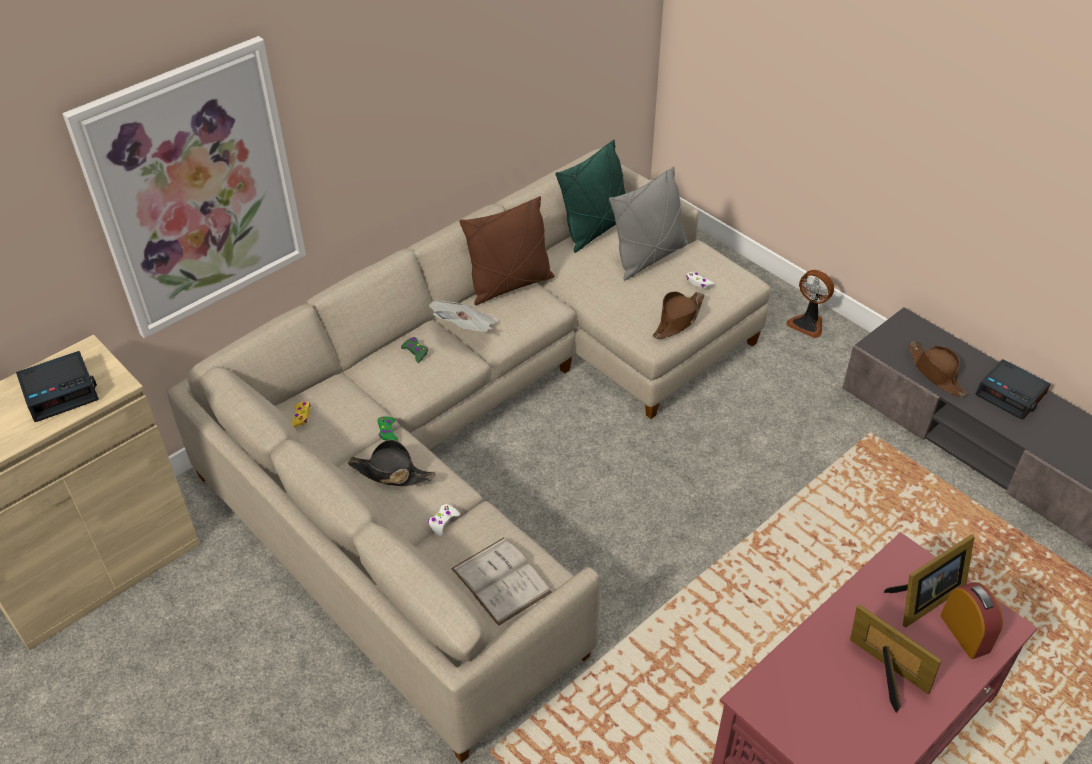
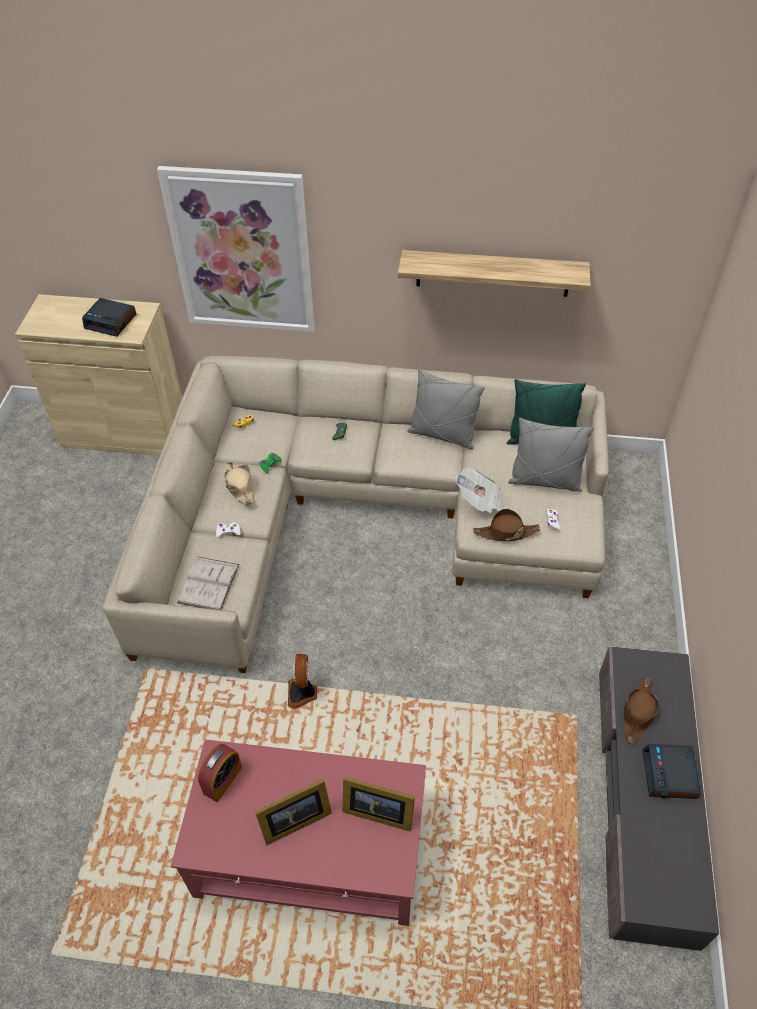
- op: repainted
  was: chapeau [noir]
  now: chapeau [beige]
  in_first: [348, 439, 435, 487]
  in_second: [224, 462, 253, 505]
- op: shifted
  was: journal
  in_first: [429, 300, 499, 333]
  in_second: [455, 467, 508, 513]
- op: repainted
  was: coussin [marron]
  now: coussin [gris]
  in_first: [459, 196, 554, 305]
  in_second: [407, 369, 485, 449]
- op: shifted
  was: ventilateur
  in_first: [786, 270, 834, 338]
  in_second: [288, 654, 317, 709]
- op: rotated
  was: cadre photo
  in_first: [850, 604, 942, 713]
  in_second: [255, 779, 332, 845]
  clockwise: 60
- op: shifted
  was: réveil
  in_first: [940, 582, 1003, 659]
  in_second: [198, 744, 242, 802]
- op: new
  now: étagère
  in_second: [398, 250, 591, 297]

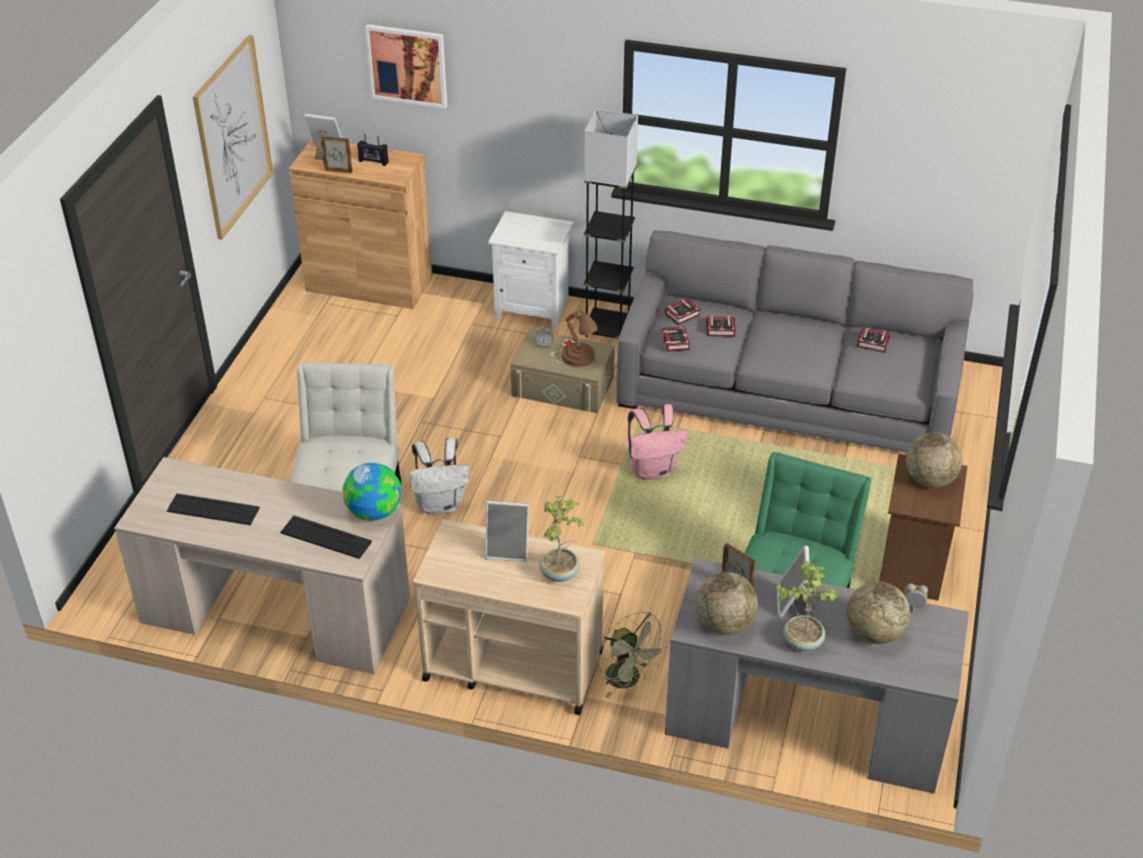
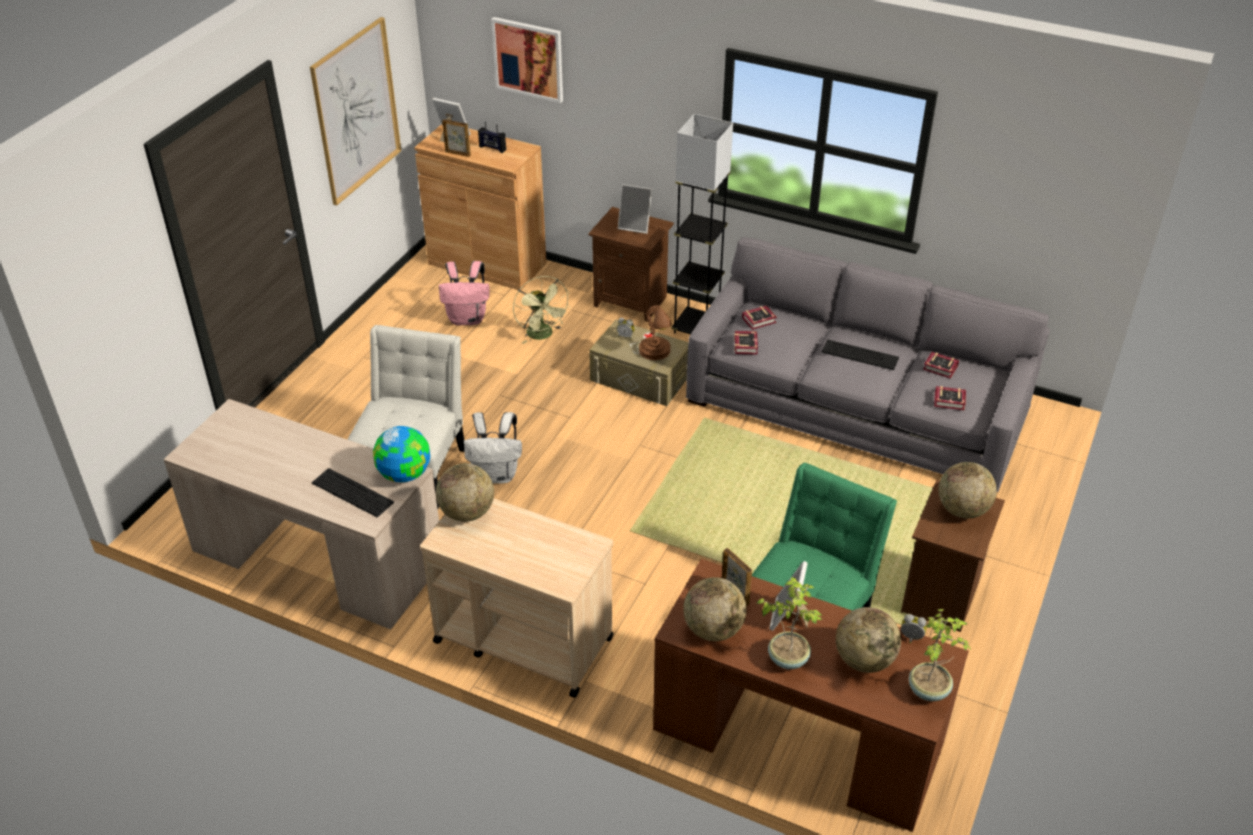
- op: shifted
  was: clavier
  in_first: [167, 494, 260, 525]
  in_second: [822, 340, 899, 370]
- op: shifted
  was: cadre photo
  in_first: [485, 501, 529, 562]
  in_second: [618, 184, 652, 234]
- op: repainted
  was: table de chevet [blanc]
  now: table de chevet [marron]
  in_first: [488, 211, 574, 328]
  in_second: [588, 207, 674, 322]
- op: shifted
  was: plante en pot
  in_first: [539, 496, 585, 582]
  in_second: [909, 609, 971, 701]
- op: shifted
  was: ventilateur [vert]
  in_first: [598, 612, 668, 698]
  in_second: [513, 276, 571, 344]
- op: shifted
  was: sac à dos [rose]
  in_first: [628, 404, 688, 480]
  in_second: [439, 261, 490, 325]
- op: repainted
  was: bureau [gris]
  now: bureau [marron]
  in_first: [665, 558, 969, 794]
  in_second: [653, 559, 969, 832]
- op: shifted
  was: livre
  in_first: [706, 316, 736, 337]
  in_second: [934, 386, 966, 410]
- op: new
  now: globe
  in_second: [436, 463, 494, 522]

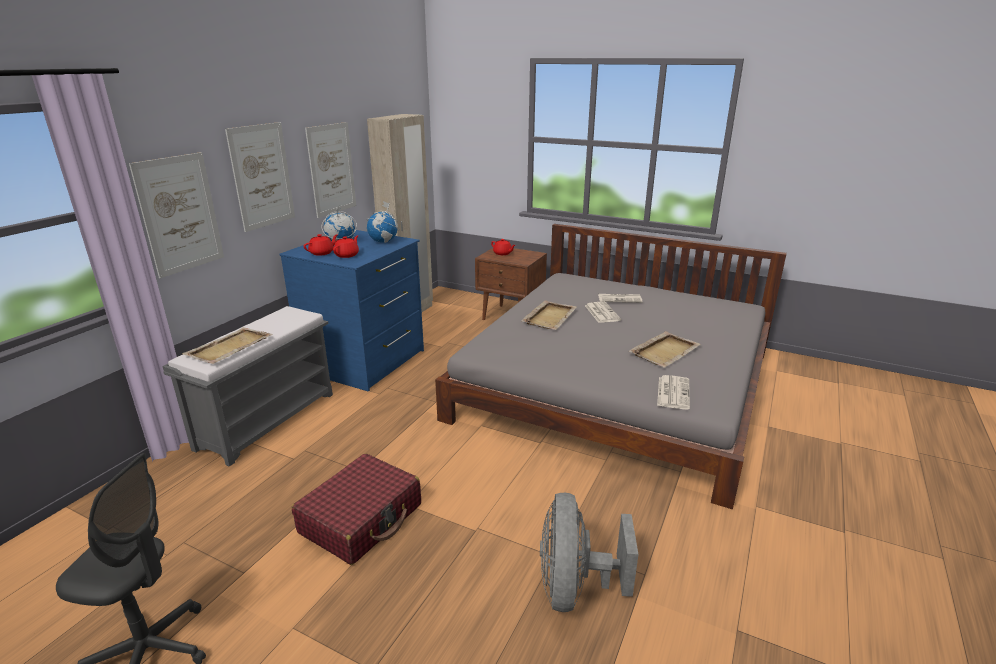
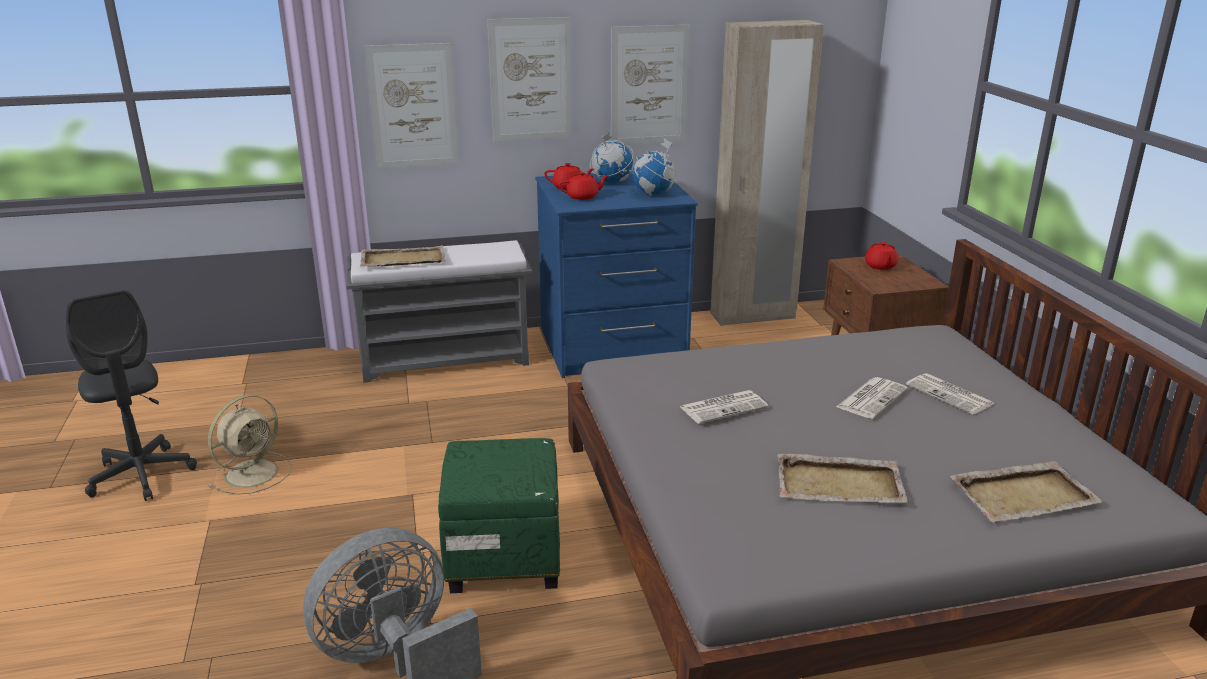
- op: gone
  was: valise [rouge]
  in_first: [292, 453, 421, 565]
- op: shifted
  was: plateau [beige]
  in_first: [522, 300, 577, 330]
  in_second: [950, 461, 1103, 522]
- op: shifted
  was: journal
  in_first: [657, 375, 690, 409]
  in_second: [680, 390, 769, 424]
- op: new
  now: ventilateur [beige]
  in_second: [208, 395, 292, 495]
- op: new
  now: pouf [vert]
  in_second: [438, 438, 560, 593]

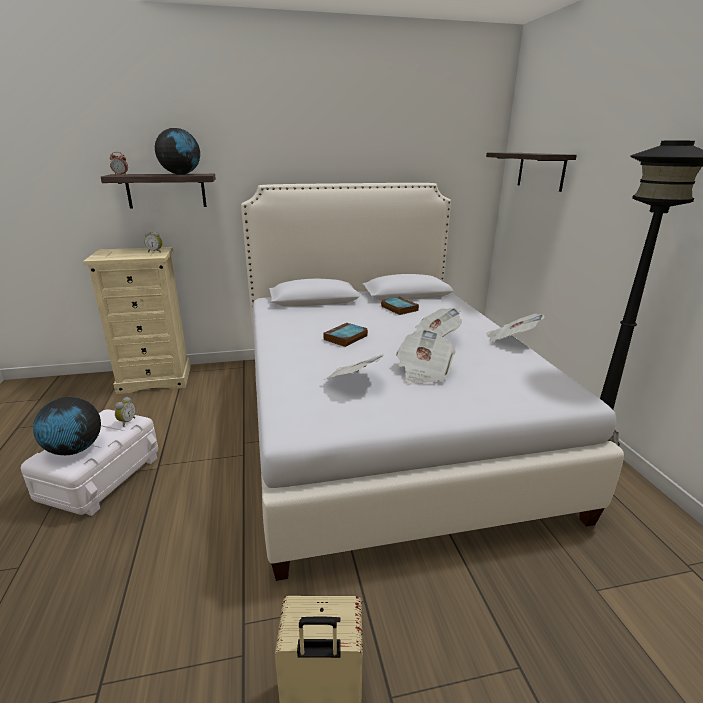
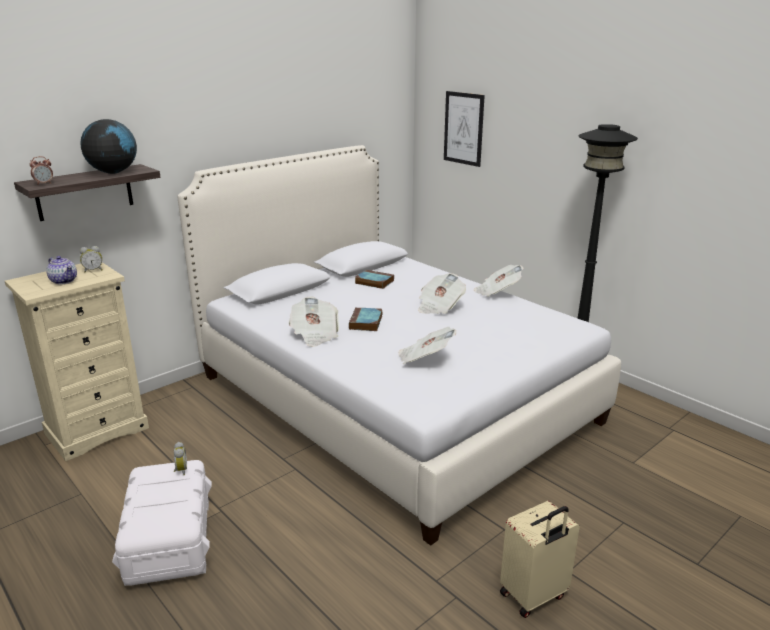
- op: gone
  was: globe
  in_first: [33, 397, 101, 455]
- op: shifted
  was: journal
  in_first: [396, 329, 456, 385]
  in_second: [288, 297, 339, 347]
- op: swapped
  was: étagère
  now: tableau
  in_first: [486, 153, 577, 192]
  in_second: [444, 91, 485, 167]
- op: new
  now: théière
  in_second: [46, 256, 77, 284]

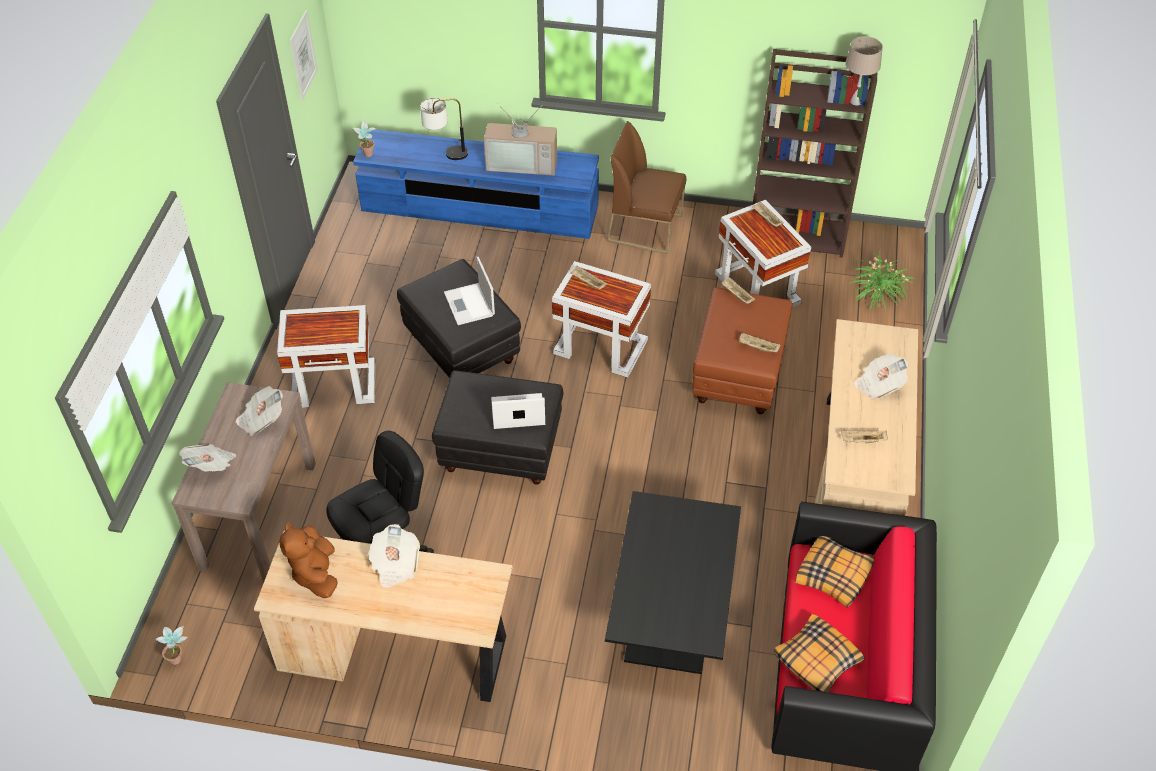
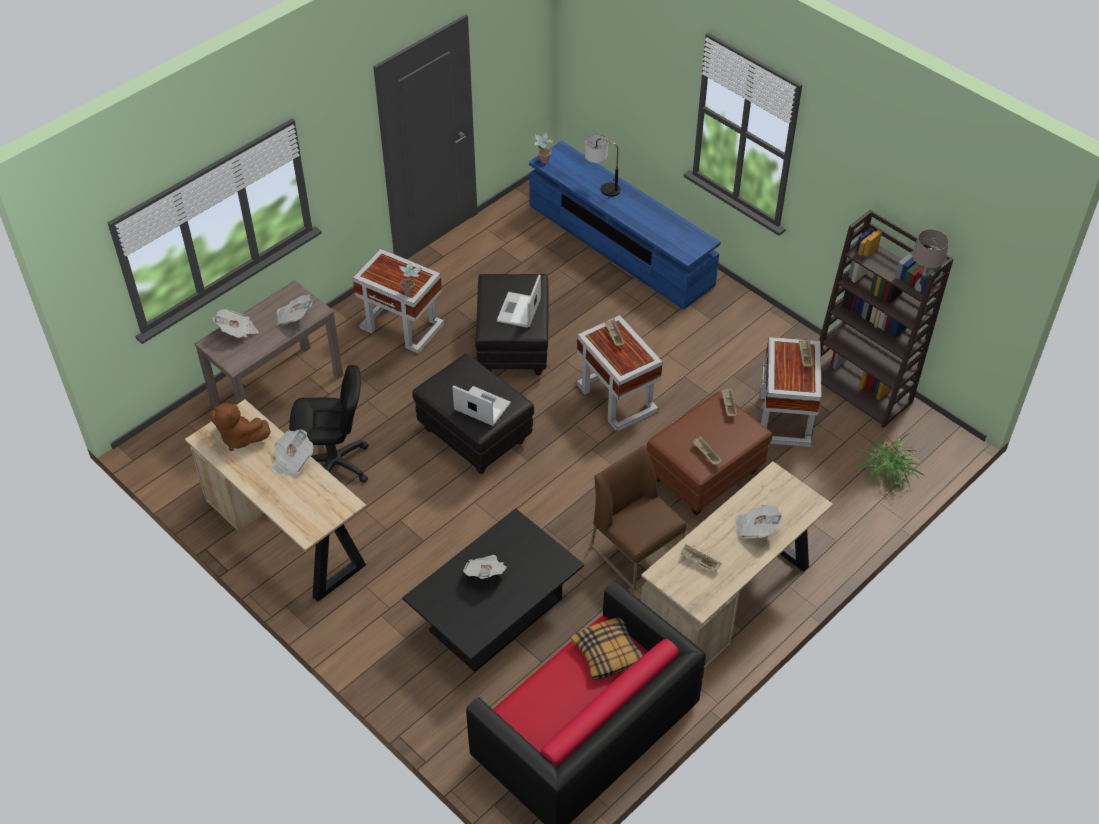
- op: shifted
  was: plante en pot
  in_first: [155, 626, 188, 665]
  in_second: [399, 263, 422, 296]
- op: rotated
  was: peluche [marron]
  in_first: [279, 523, 338, 598]
  in_second: [210, 403, 271, 451]
  clockwise: -90
- op: gone
  was: tableau
  in_first: [290, 10, 318, 101]
- op: gone
  was: téléviseur
  in_first: [484, 102, 557, 175]
- op: shifted
  was: chaise [marron]
  in_first: [607, 121, 686, 254]
  in_second: [590, 445, 687, 590]
- op: gone
  was: coussin
  in_first: [773, 614, 865, 692]
- op: new
  now: journal
  in_second: [463, 555, 507, 579]

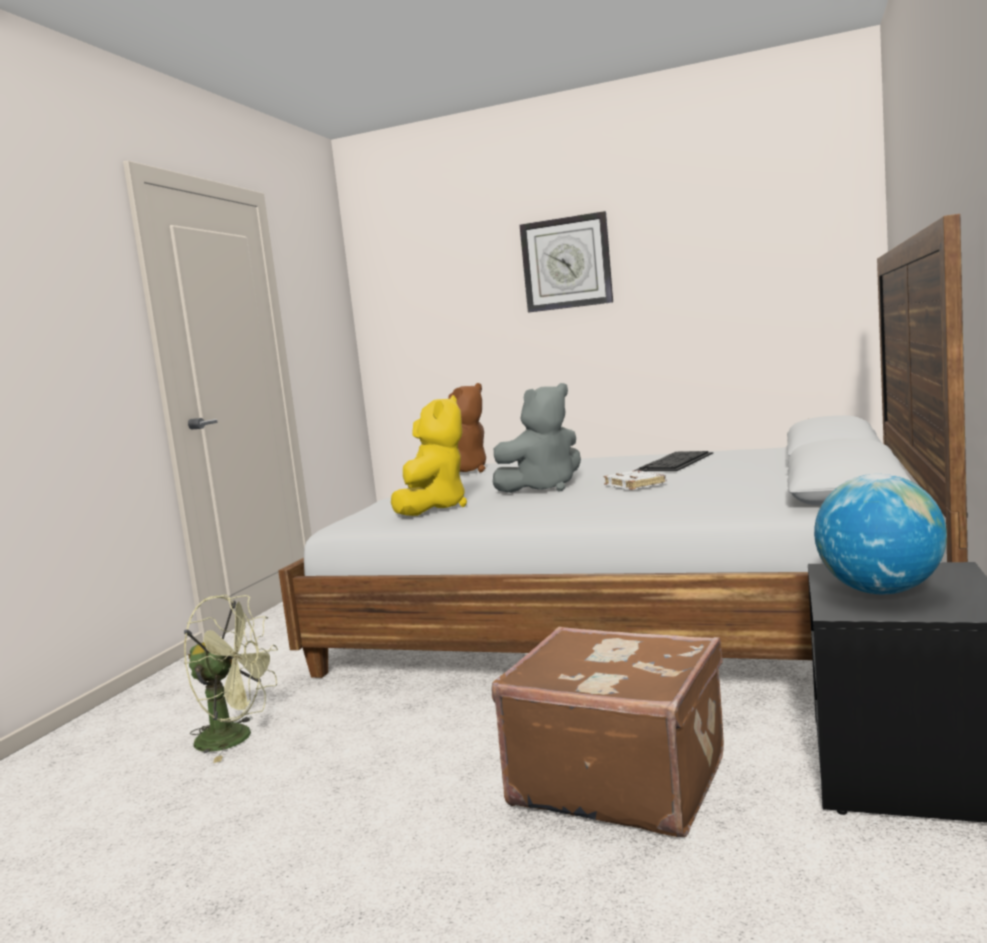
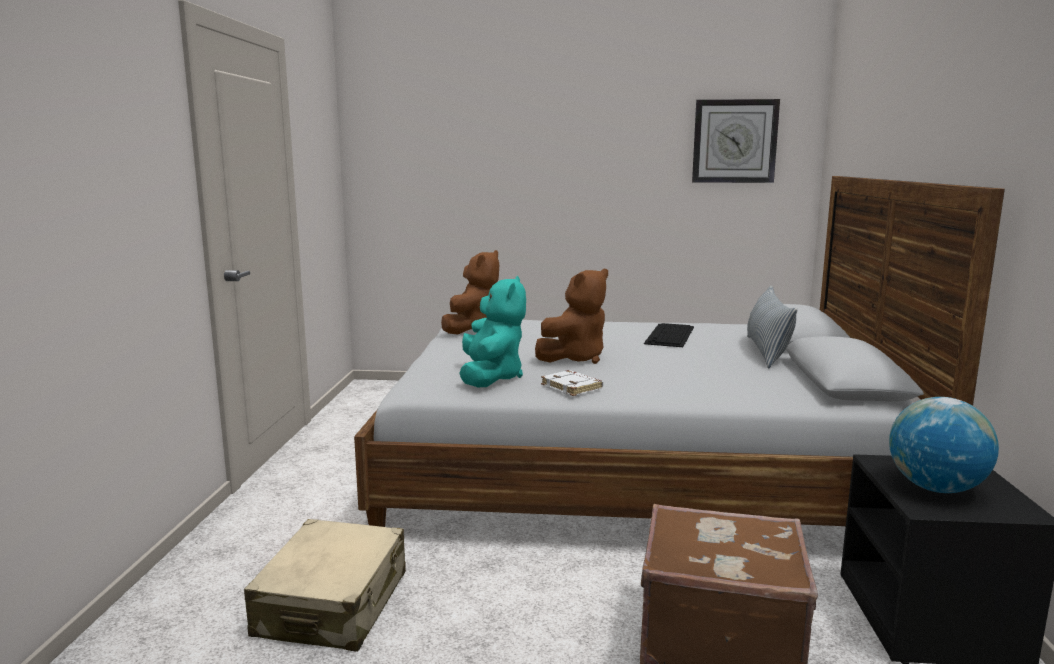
- op: swapped
  was: ventilateur [vert]
  now: valise [beige]
  in_first: [184, 595, 278, 763]
  in_second: [244, 519, 406, 652]
- op: repainted
  was: peluche [jaune]
  now: peluche [turquoise]
  in_first: [391, 395, 467, 516]
  in_second: [459, 276, 526, 387]
- op: repainted
  was: peluche [gris]
  now: peluche [marron]
  in_first: [492, 383, 581, 493]
  in_second: [535, 269, 608, 364]
- op: shifted
  was: horloge murale
  in_first: [520, 211, 613, 312]
  in_second: [692, 99, 780, 183]
- op: shifted
  was: livre [blanc]
  in_first: [604, 470, 667, 490]
  in_second: [541, 370, 603, 396]
- op: new
  now: coussin
  in_second: [747, 286, 797, 368]

